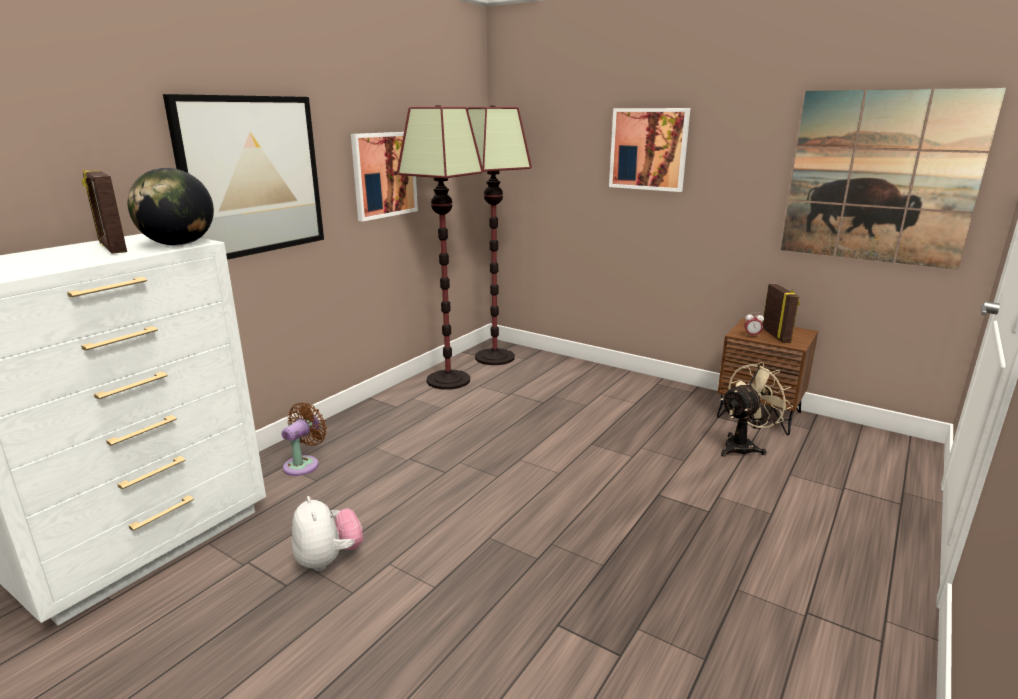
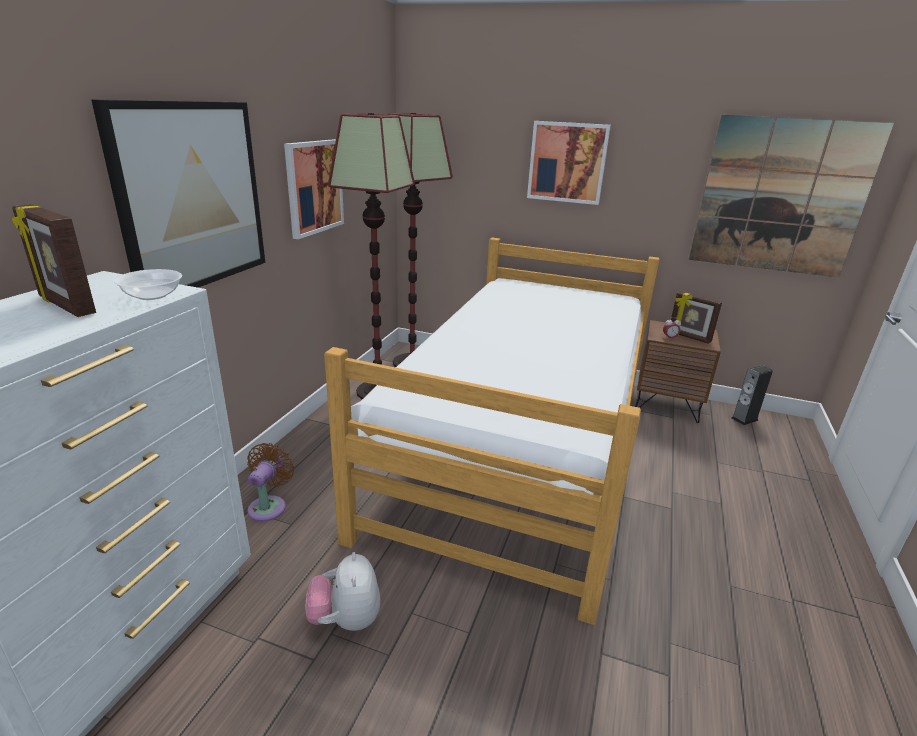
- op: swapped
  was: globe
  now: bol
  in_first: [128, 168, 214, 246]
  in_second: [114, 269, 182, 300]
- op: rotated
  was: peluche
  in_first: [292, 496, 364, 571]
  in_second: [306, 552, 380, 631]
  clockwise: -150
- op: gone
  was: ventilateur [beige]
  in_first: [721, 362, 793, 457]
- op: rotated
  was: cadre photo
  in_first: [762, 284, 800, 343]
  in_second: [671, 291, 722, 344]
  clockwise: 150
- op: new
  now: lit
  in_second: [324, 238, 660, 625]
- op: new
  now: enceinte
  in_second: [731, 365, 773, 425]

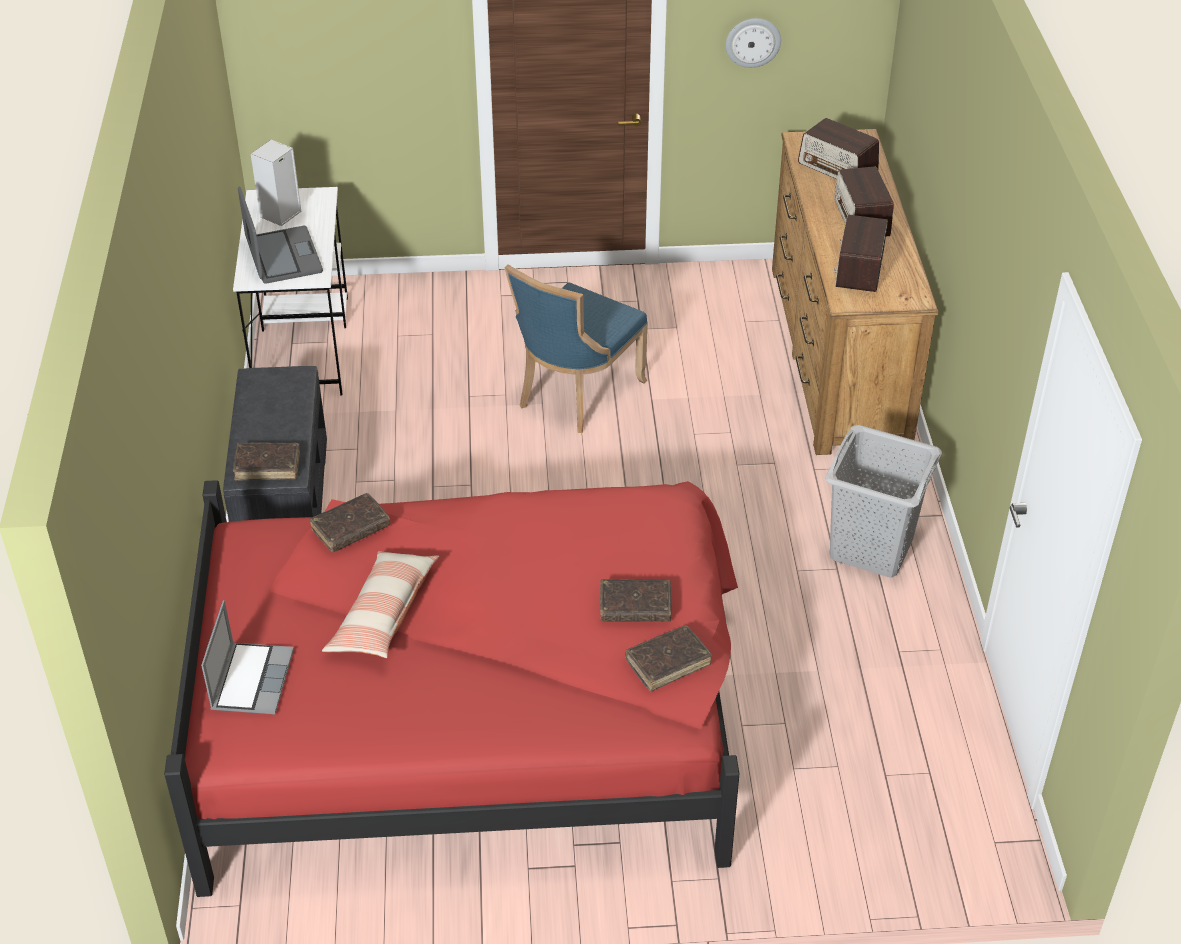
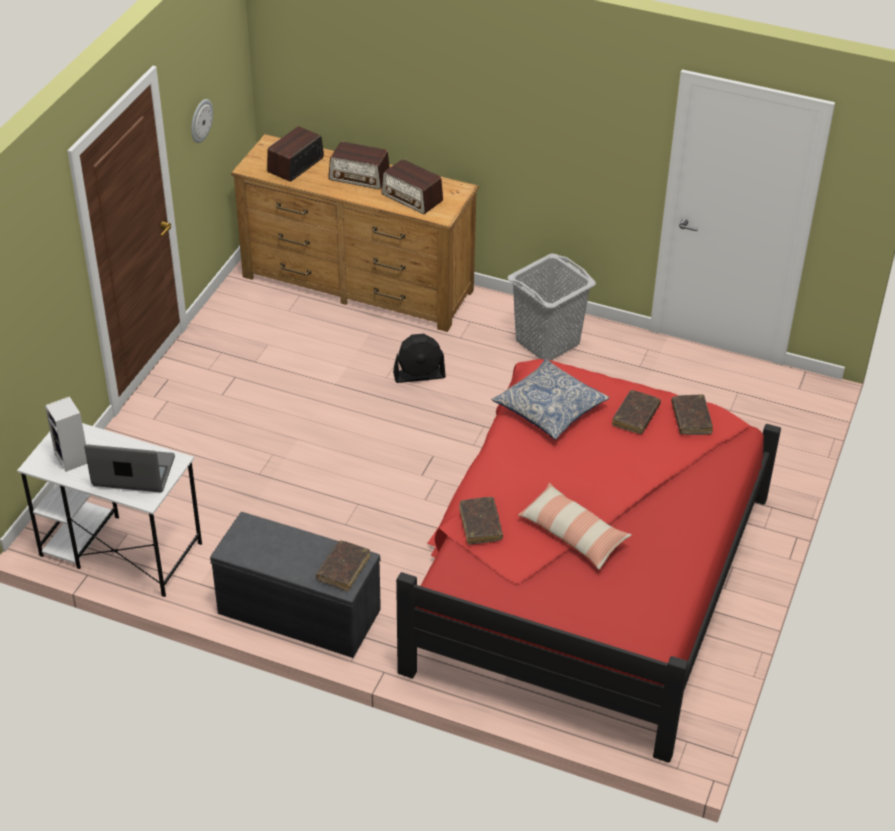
- op: gone
  was: ordinateur portable
  in_first: [201, 600, 294, 715]
- op: gone
  was: chaise [bleu]
  in_first: [505, 265, 648, 433]
- op: rotated
  was: radio
  in_first: [798, 118, 879, 179]
  in_second: [267, 126, 324, 182]
  clockwise: 150
- op: new
  now: ventilateur [noir]
  in_second: [393, 334, 446, 383]
- op: new
  now: coussin
  in_second: [491, 359, 609, 439]

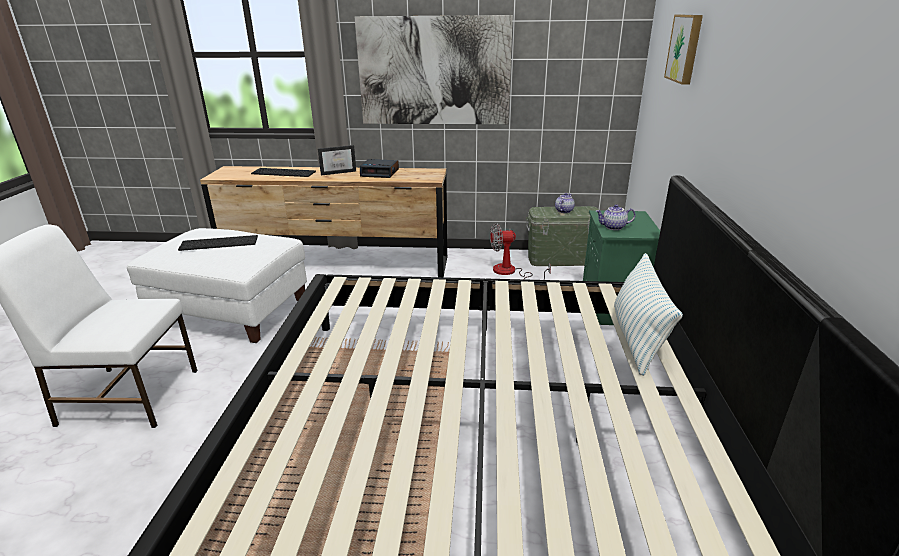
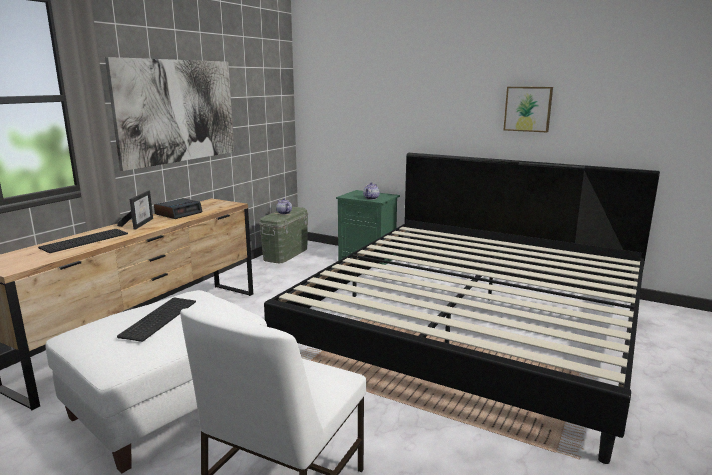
- op: gone
  was: ventilateur
  in_first: [490, 223, 551, 280]
- op: gone
  was: coussin
  in_first: [614, 253, 683, 376]
- op: shifted
  was: tableau
  in_first: [664, 15, 703, 85]
  in_second: [504, 87, 553, 132]

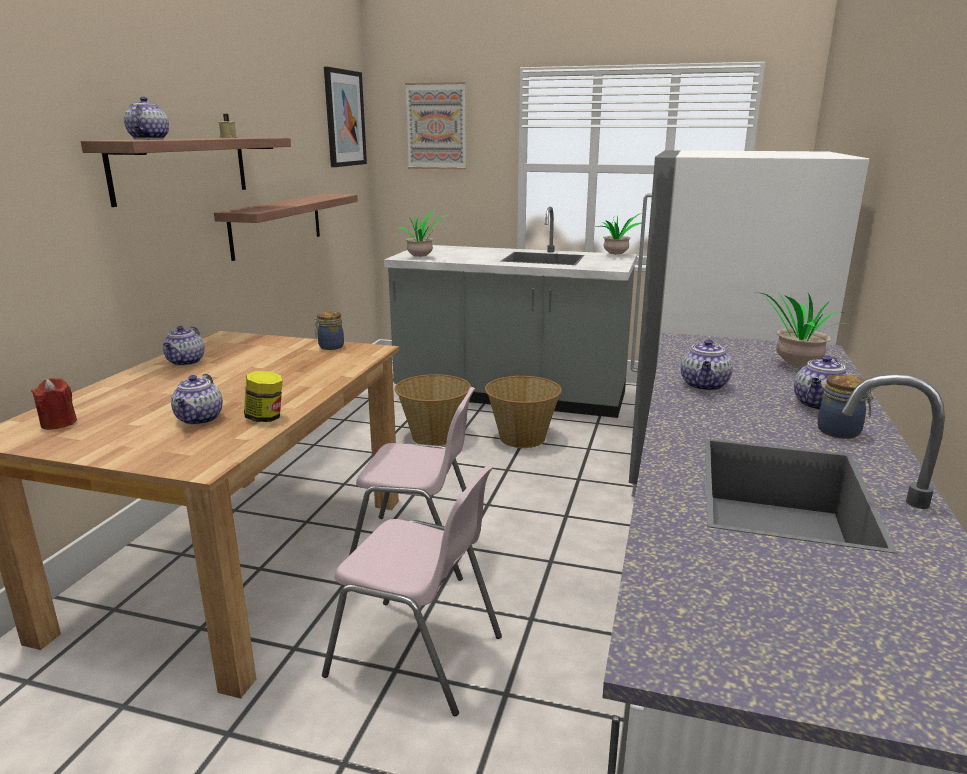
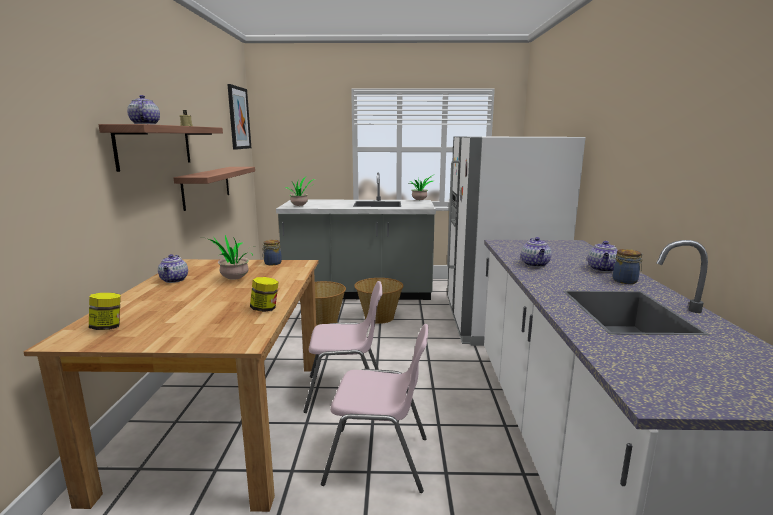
- op: swapped
  was: bougie [rouge]
  now: bocal
  in_first: [31, 378, 77, 430]
  in_second: [89, 293, 121, 330]
- op: gone
  was: théière
  in_first: [171, 374, 223, 425]
- op: gone
  was: tableau
  in_first: [405, 82, 466, 170]
- op: shifted
  was: plante en pot
  in_first: [761, 291, 845, 366]
  in_second: [201, 235, 253, 280]

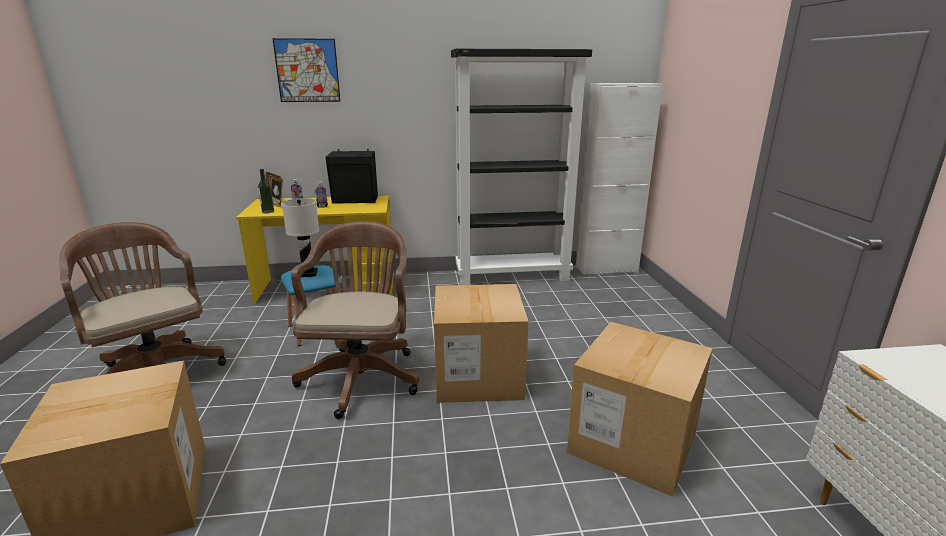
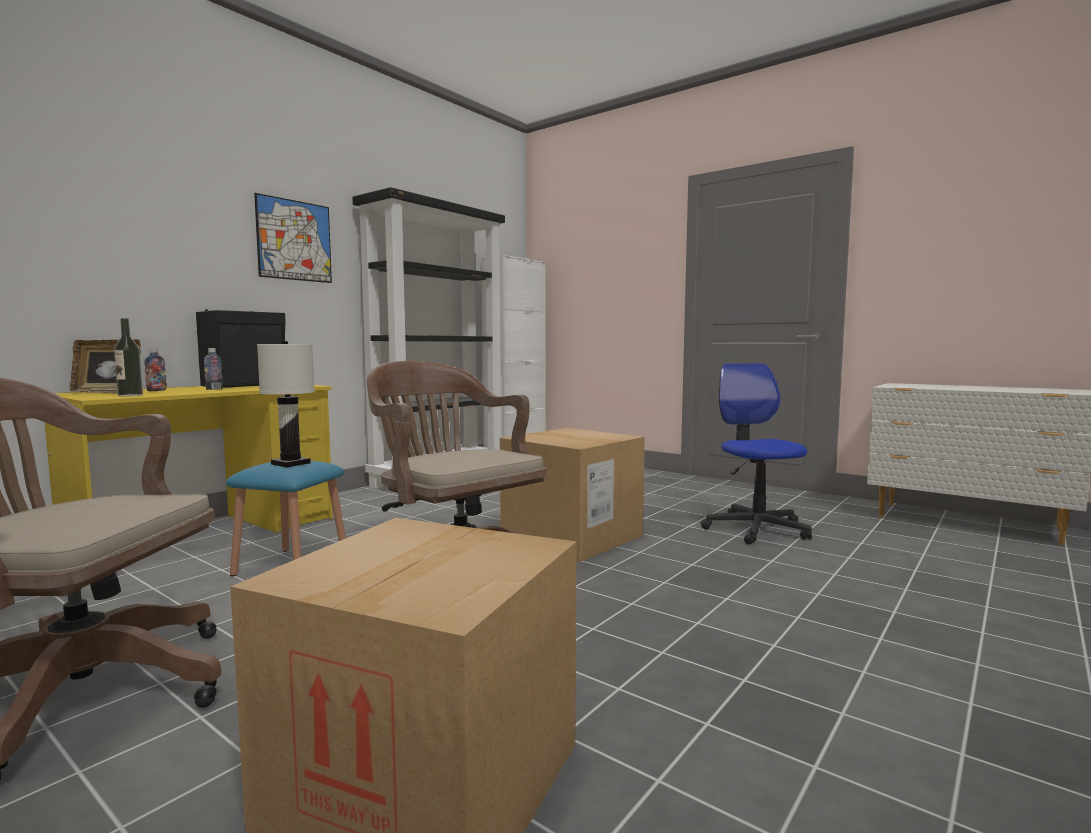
- op: shifted
  was: tableau
  in_first: [272, 38, 341, 102]
  in_second: [254, 193, 332, 283]
- op: swapped
  was: carton
  now: chaise de bureau
  in_first: [567, 322, 713, 497]
  in_second: [701, 363, 812, 544]

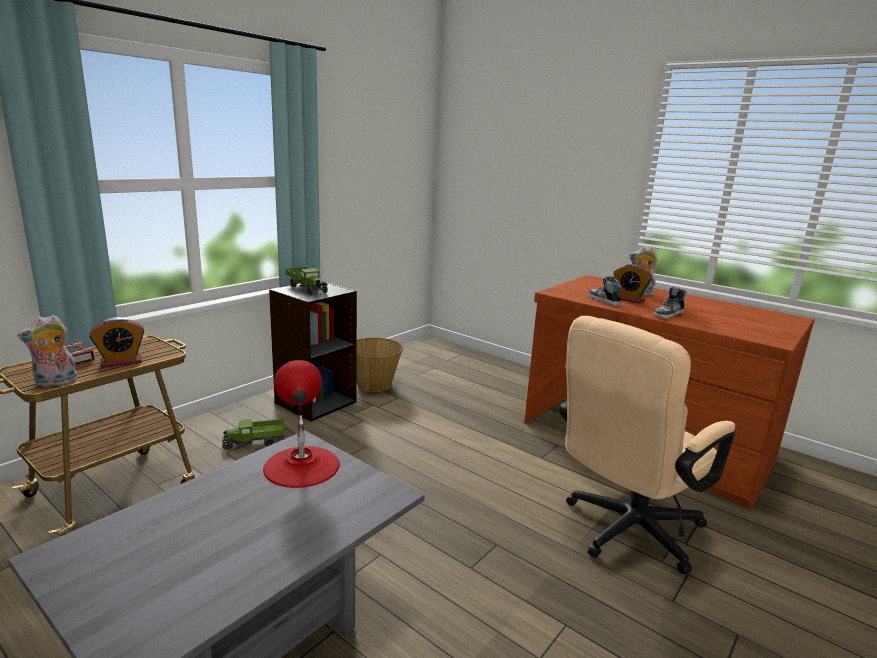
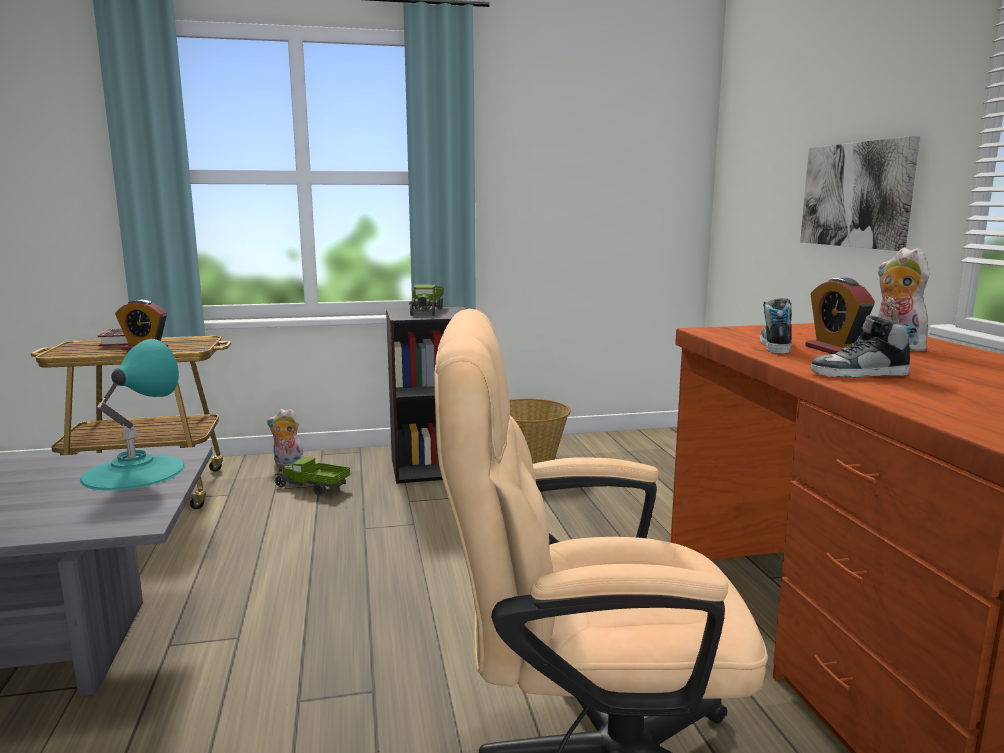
- op: shifted
  was: peluche
  in_first: [17, 315, 78, 387]
  in_second: [267, 409, 304, 466]
- op: repainted
  was: lampe de table [rouge]
  now: lampe de table [turquoise]
  in_first: [263, 360, 340, 488]
  in_second: [80, 339, 185, 491]
- op: new
  now: tableau
  in_second: [800, 136, 920, 251]

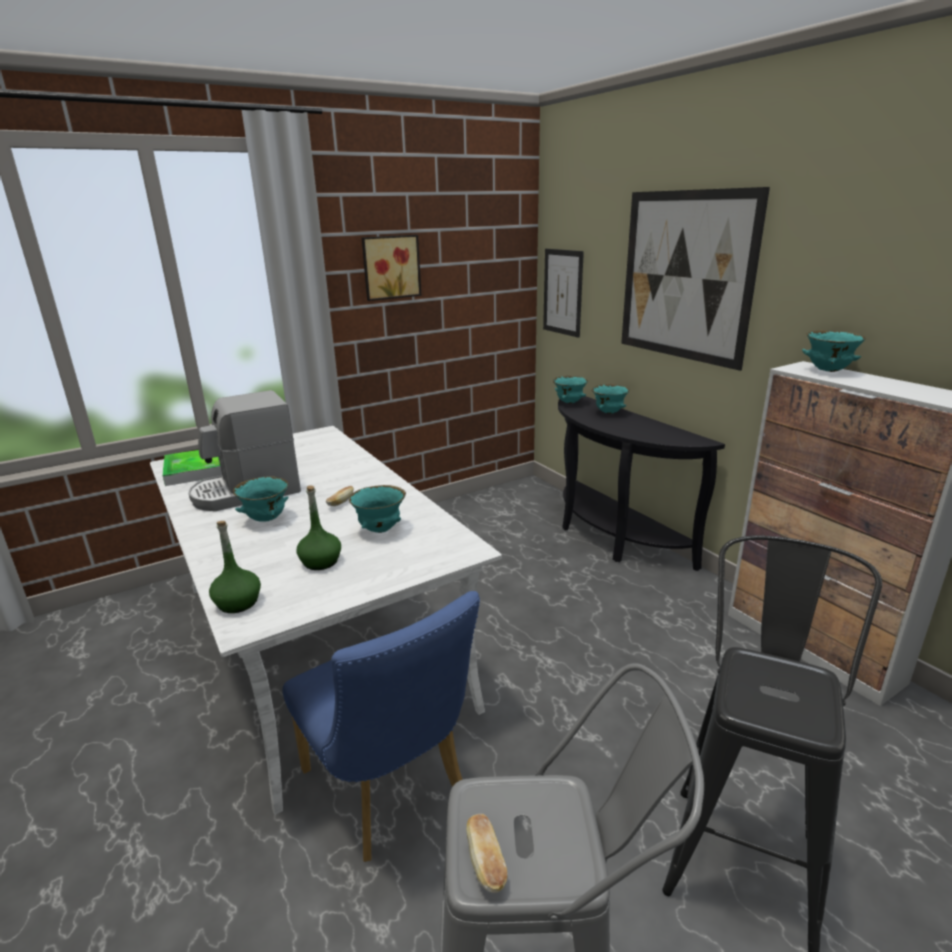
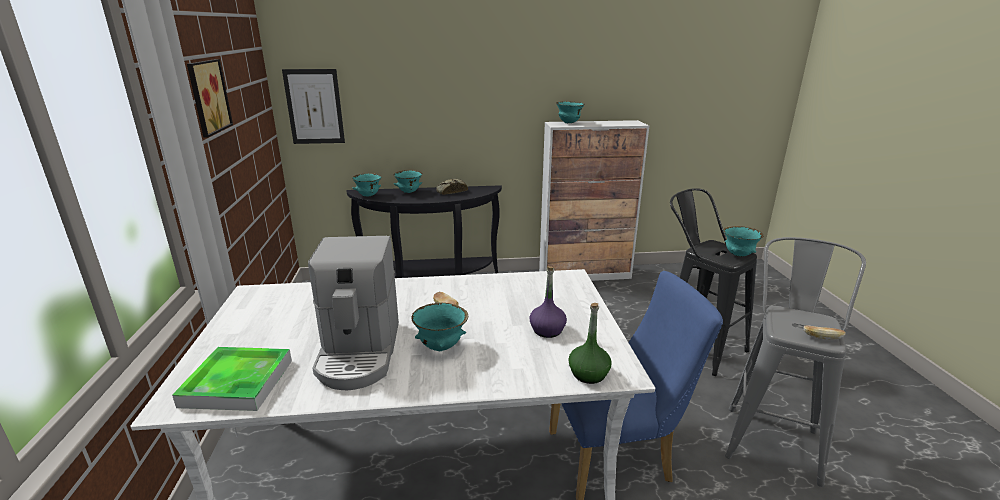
- op: repainted
  was: bouteille [vert]
  now: bouteille [violet]
  in_first: [296, 485, 341, 570]
  in_second: [529, 266, 567, 338]
- op: shifted
  was: bol [turquoise]
  in_first: [349, 485, 406, 533]
  in_second: [724, 226, 764, 257]
- op: gone
  was: tableau
  in_first: [621, 187, 770, 371]
- op: new
  now: pain
  in_second: [436, 178, 468, 195]

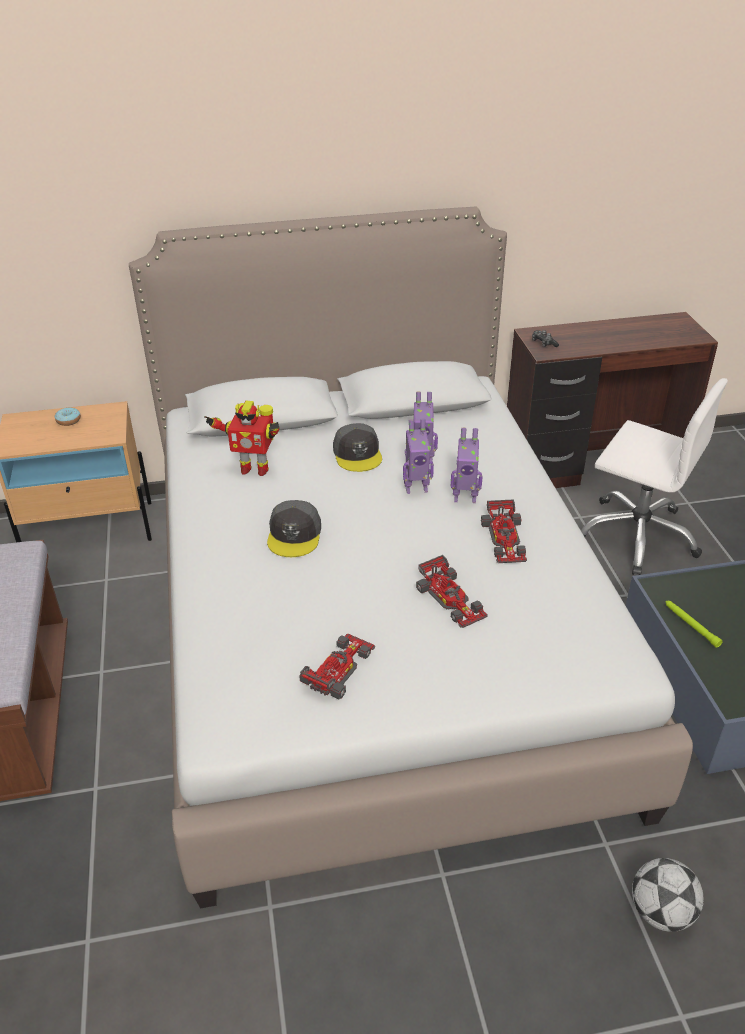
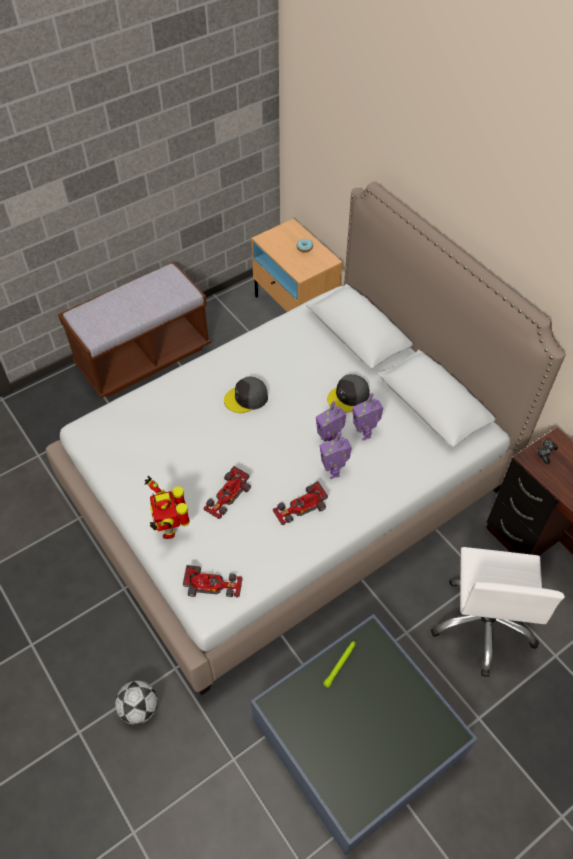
- op: shifted
  was: robot jouet
  in_first: [204, 401, 279, 476]
  in_second: [145, 475, 190, 539]
- op: shifted
  was: petite voiture
  in_first: [299, 634, 375, 700]
  in_second: [183, 565, 243, 598]

